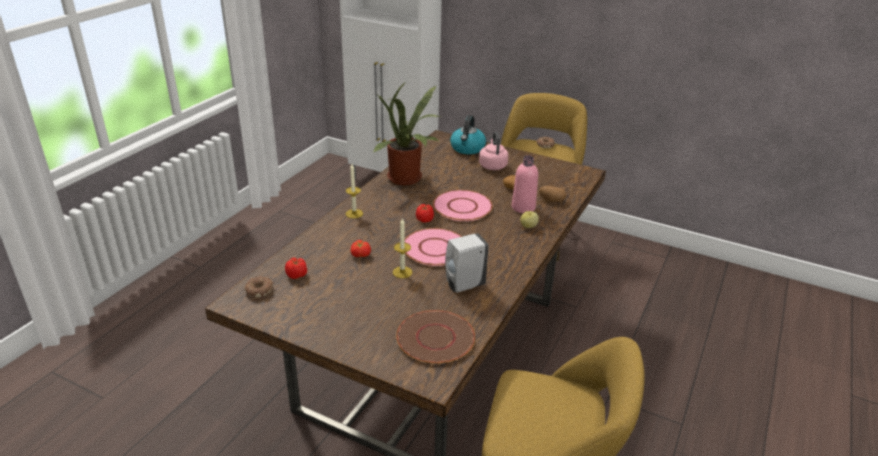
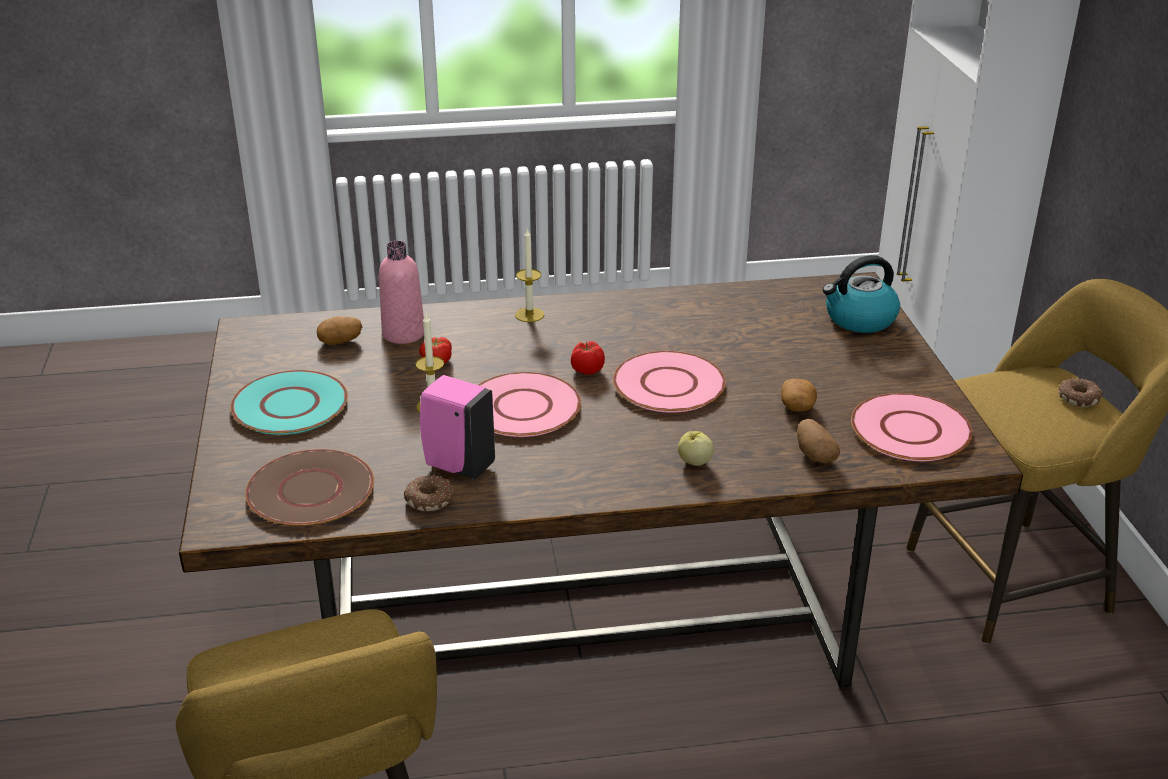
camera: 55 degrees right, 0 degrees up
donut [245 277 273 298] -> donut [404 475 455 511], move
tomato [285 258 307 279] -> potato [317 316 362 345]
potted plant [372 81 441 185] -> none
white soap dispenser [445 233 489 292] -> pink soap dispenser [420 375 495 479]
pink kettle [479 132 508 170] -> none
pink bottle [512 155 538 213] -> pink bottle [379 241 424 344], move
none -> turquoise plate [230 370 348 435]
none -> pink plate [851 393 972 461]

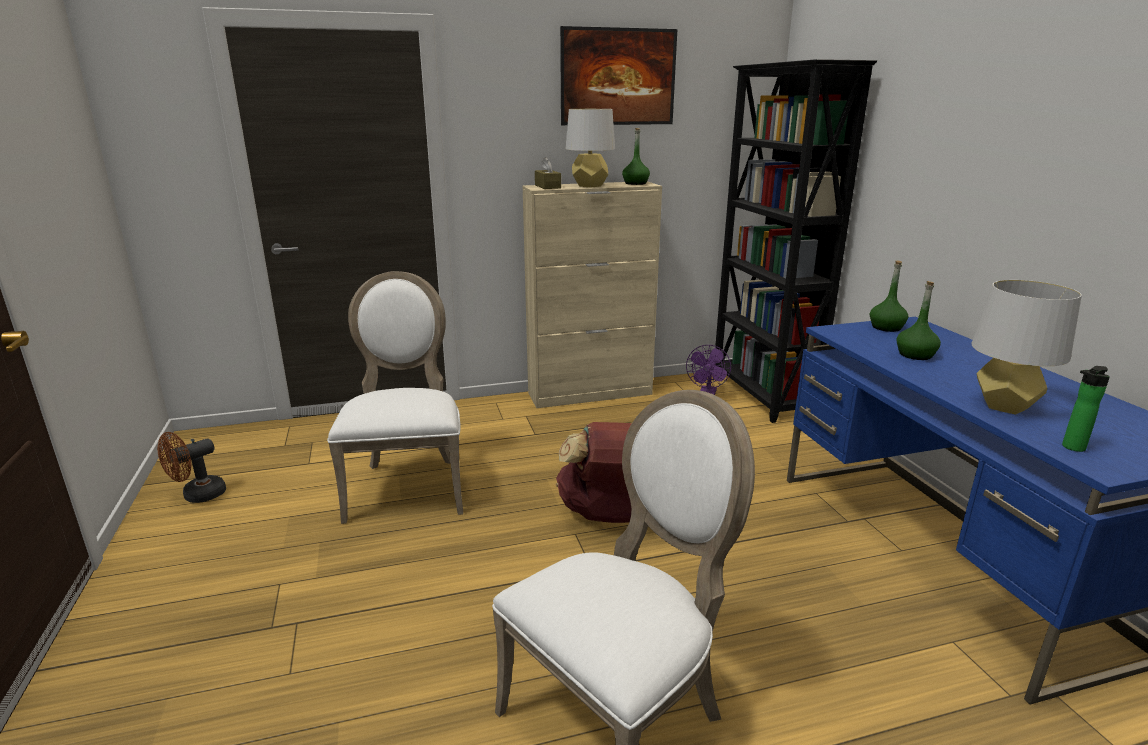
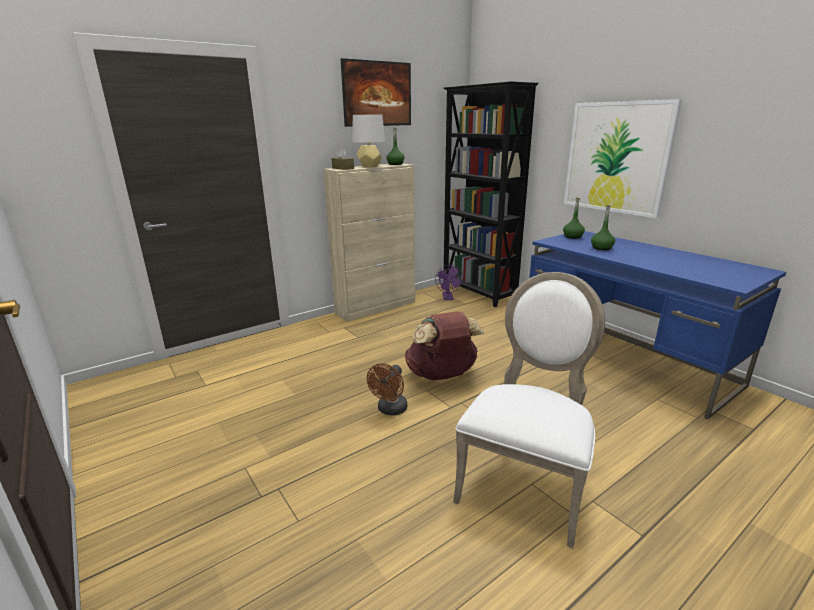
camera: 20 degrees left, 0 degrees up
brown fan [157 432 226 503] -> brown fan [367 363 407 416], move
white chair [327 271 463 524] -> none
grey table lamp [972 280 1082 415] -> none
bottle [1062 366 1110 452] -> none
none -> picture [564 99 682 218]

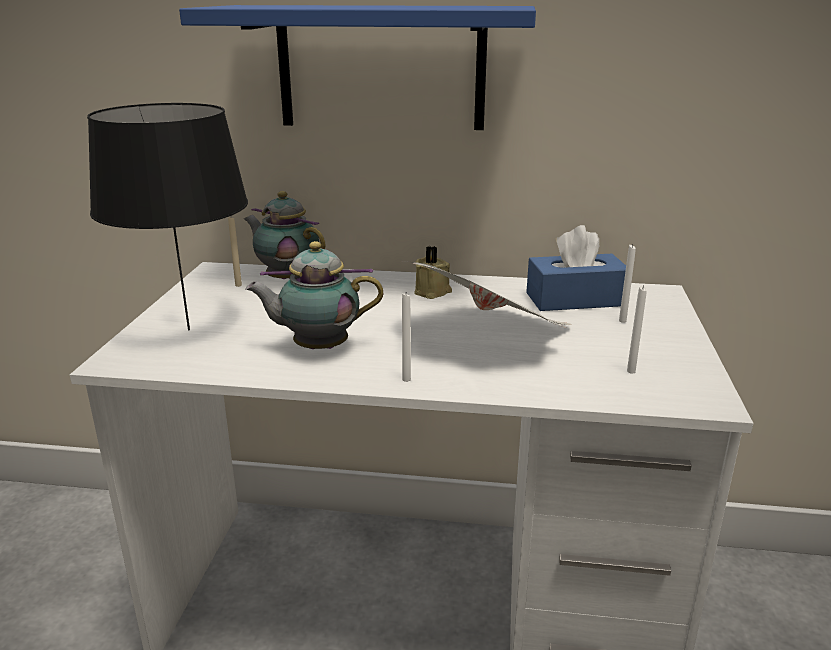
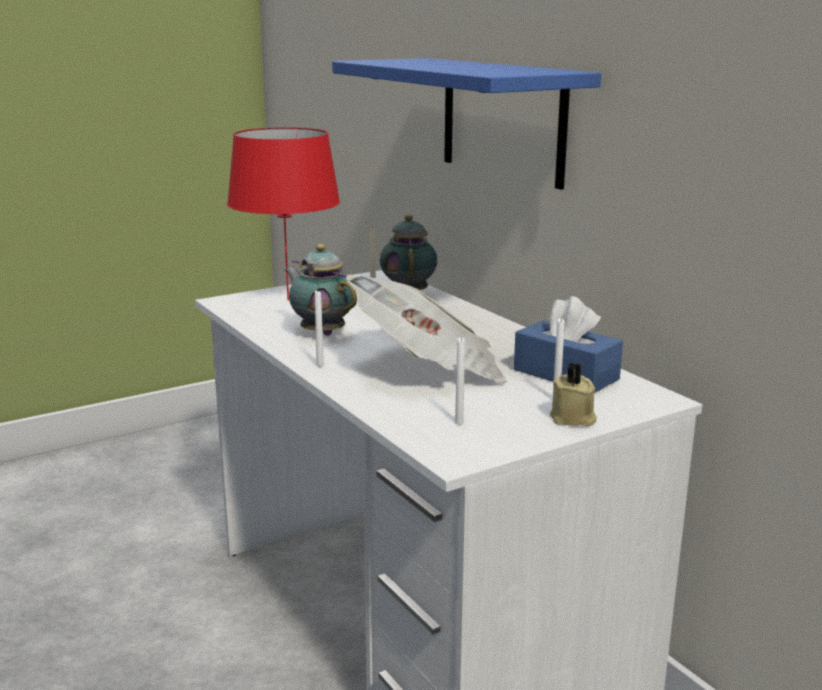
camera: 50 degrees right, 5 degrees down
black table lamp [87 103 248 331] -> red table lamp [227 127 340 300]
beige candle [414 246 452 299] -> beige candle [550 363 597 426], move

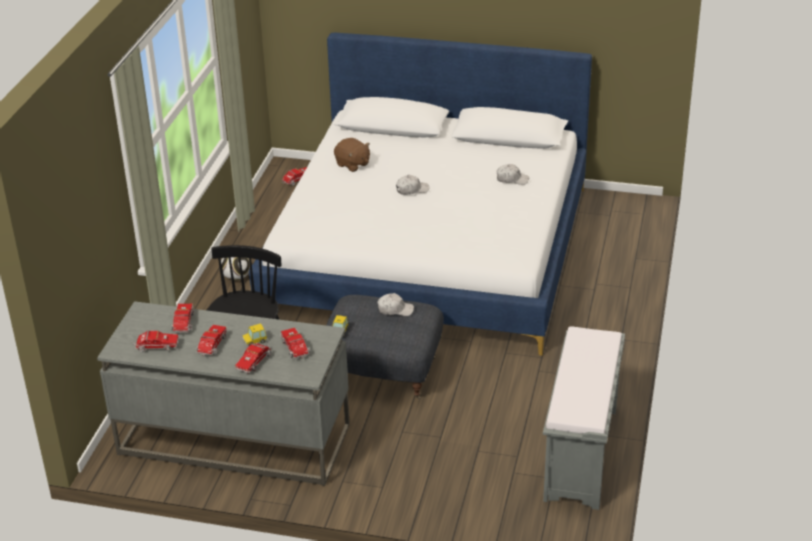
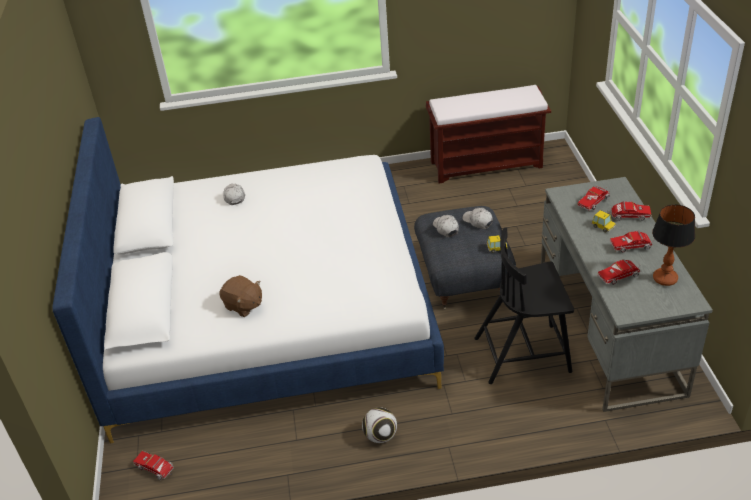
camera: 110 degrees left, 5 degrees up
toy truck [132 330 178 352] -> table lamp [652 204 695 286]
brown plush toy [334 138 370 172] -> brown plush toy [219 275 262 317], 105 degrees clockwise
white cap [396 175 429 195] -> white cap [462 208 493 229], move
grey bench [543 326 625 510] -> brown bench [426 85 551 184]

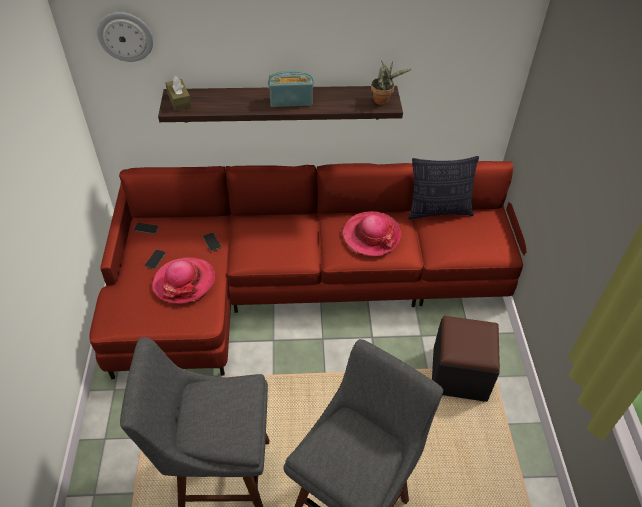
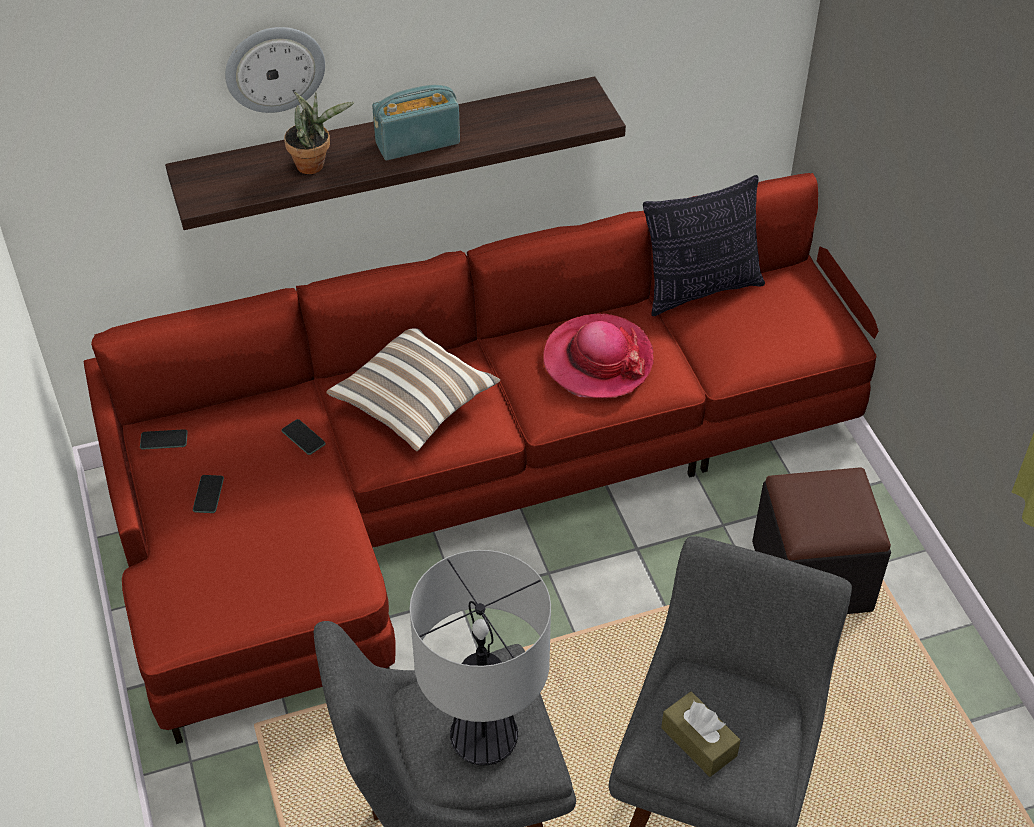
camera: 15 degrees left, 0 degrees up
wall clock [97 12 153 62] -> wall clock [225 27 325 113], move
hat [152 257 215 303] -> none
brown tissue box [166 76 192 111] -> brown tissue box [661 691 740 777], move
potted plant [371 60 411 105] -> potted plant [284 92 355 174], move
none -> pillow [326 328 500 451]
none -> table lamp [409 550 551 765]

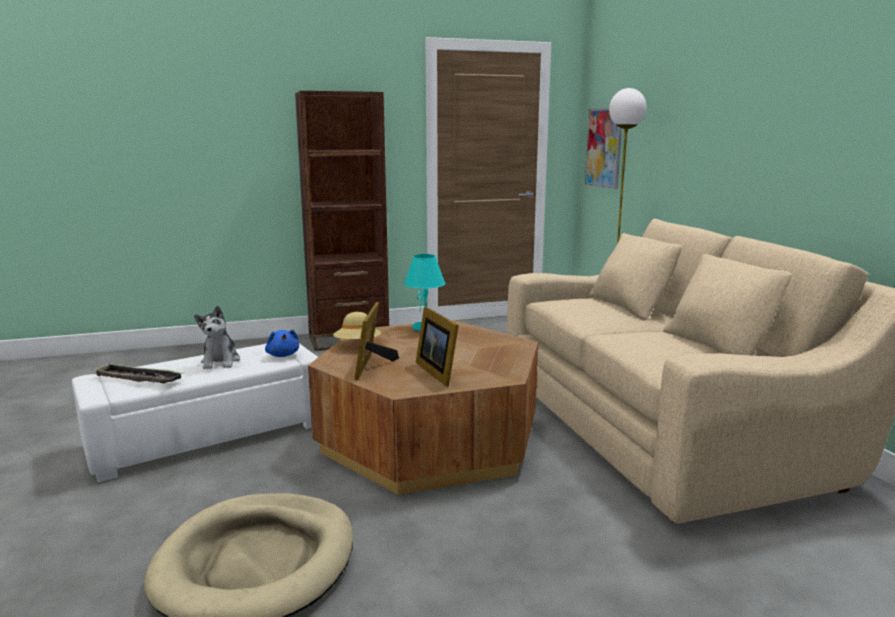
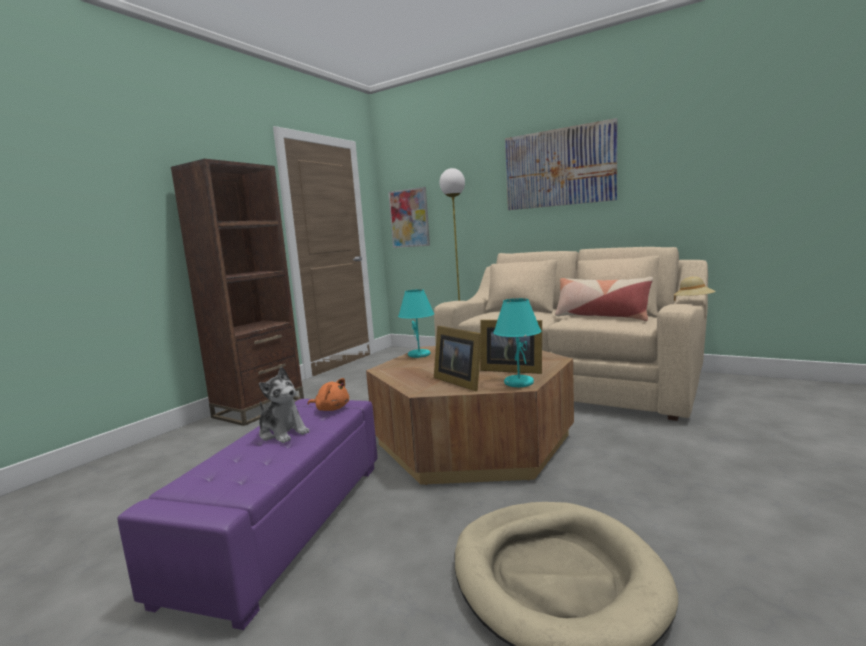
camera: 40 degrees left, 5 degrees down
white ottoman [72 343 318 482] -> purple ottoman [117 399 378 630]
tray [92 363 184 383] -> none
blue plush toy [265 330 299 357] -> orange plush toy [308 378 349 411]
beige hat [333 312 381 339] -> beige hat [674 276 716 301], move
none -> turquoise table lamp [493 298 541 387]
none -> picture [505 118 617 210]
none -> pillow [555 277 653 321]

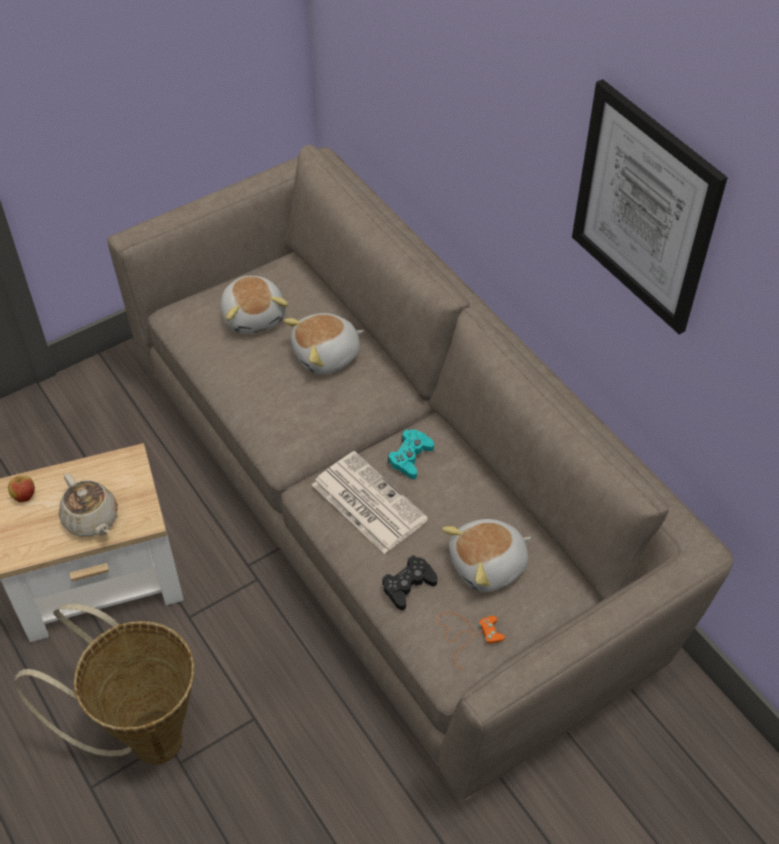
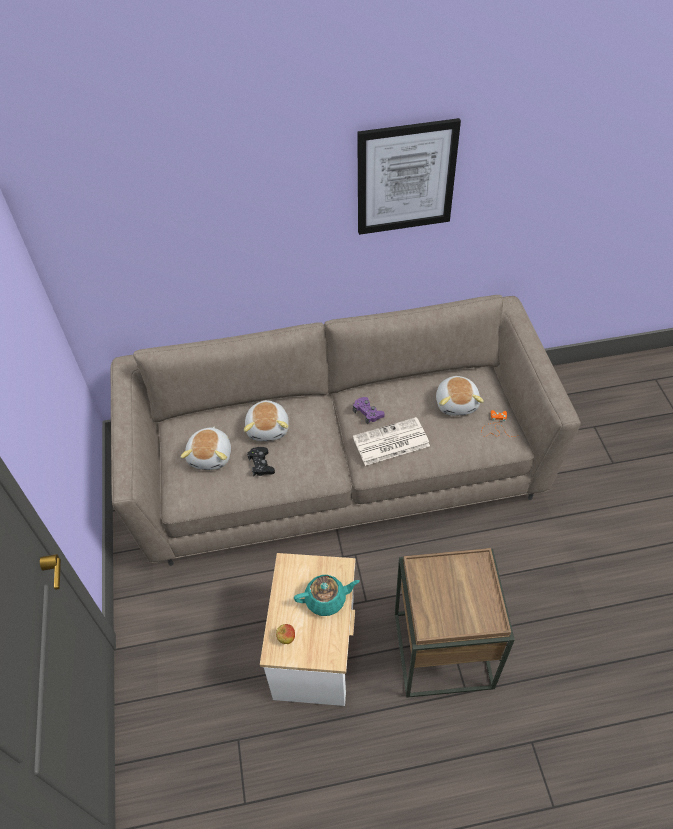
camera: 65 degrees left, 0 degrees up
basket [15 604 194 765] -> brown side table [395 548 515 698]
beige teapot [58 473 118 537] -> turquoise teapot [294 575 360 616]
plush toy [220 276 289 334] -> plush toy [180 427 231 470], 90 degrees clockwise
black game controller [382 555 438 610] -> black game controller [247 447 275 476], move
turquoise game controller [388 430 434 479] -> purple game controller [353 397 385 424]

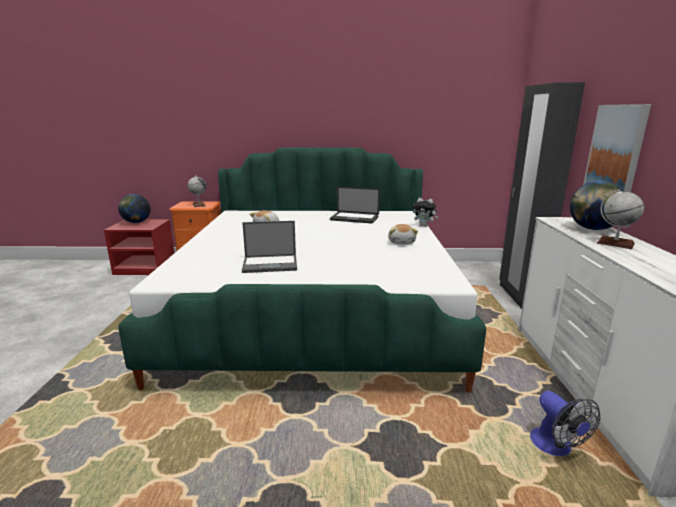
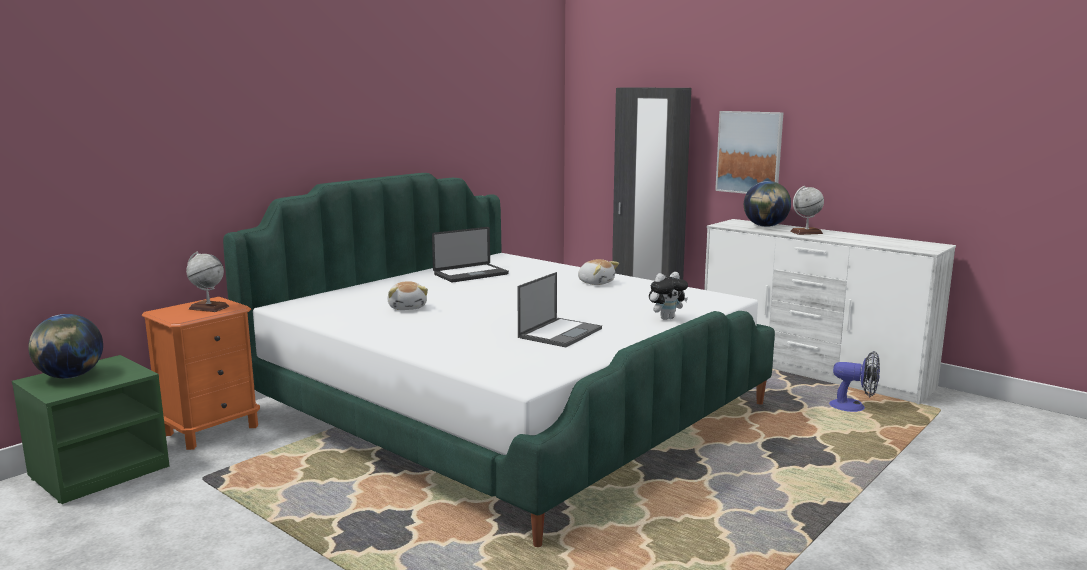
camera: 50 degrees left, 5 degrees down
red nightstand [104 219 174 275] -> green nightstand [12 355 170 504]
plush toy [413 198 439 226] -> plush toy [649 272 688 320], move

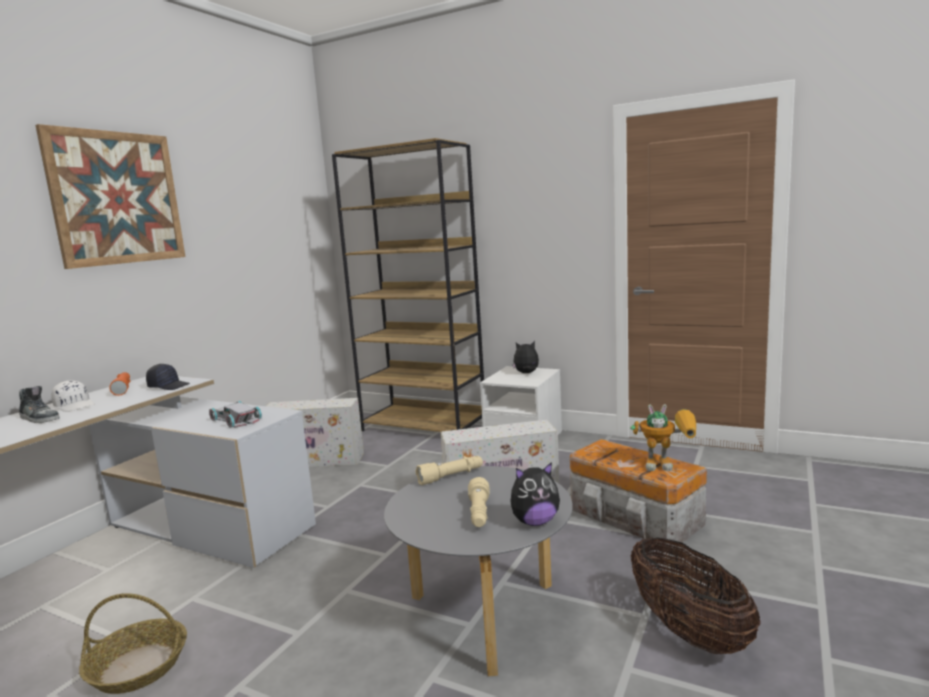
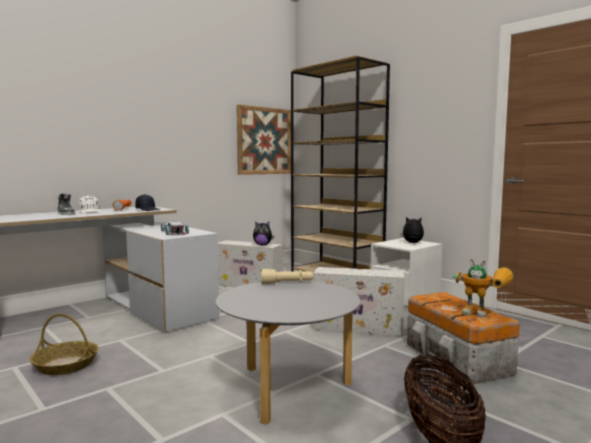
camera: 20 degrees right, 5 degrees down
picture [35 124 185 269] -> picture [237 105 291 175], move
beige flashlight [468 477 489 527] -> none
plush toy [510 462 560 526] -> plush toy [253 221 274 245], move

